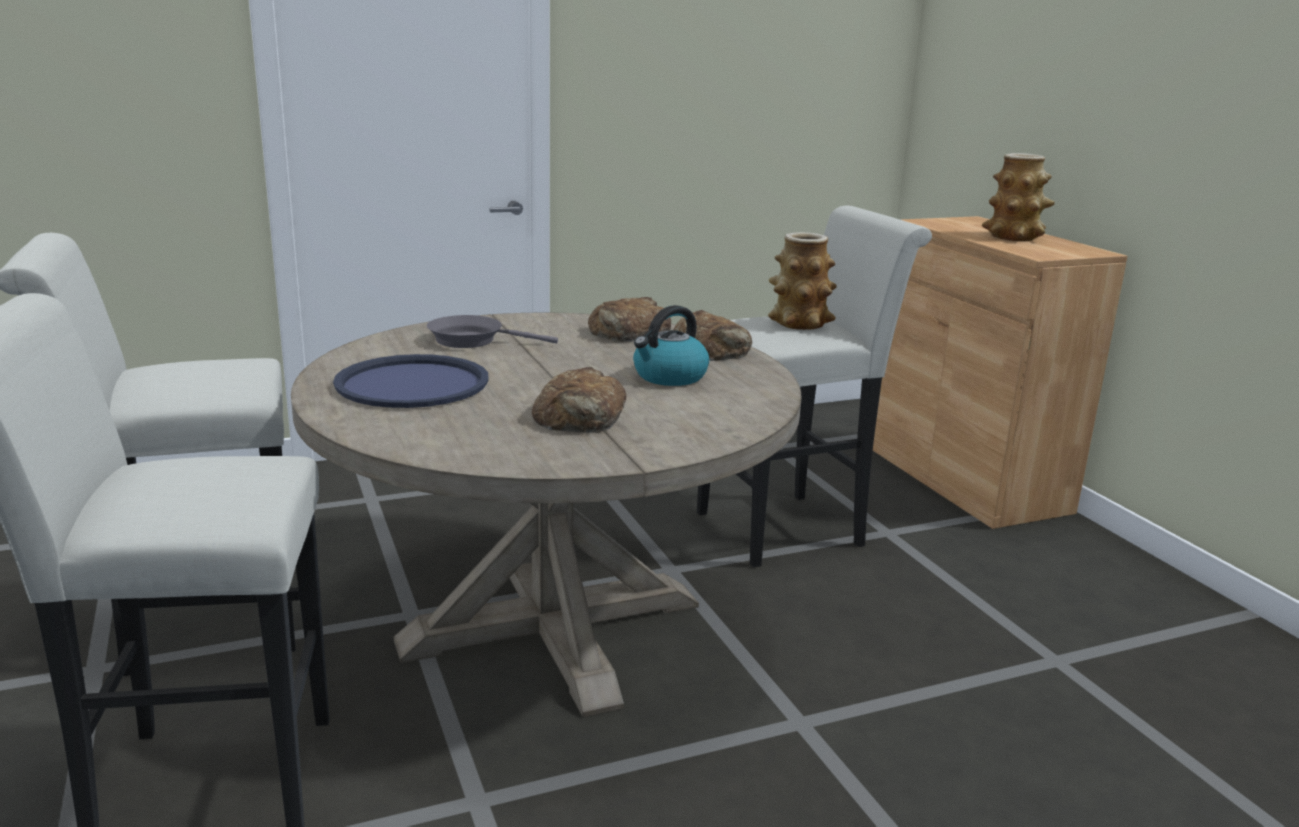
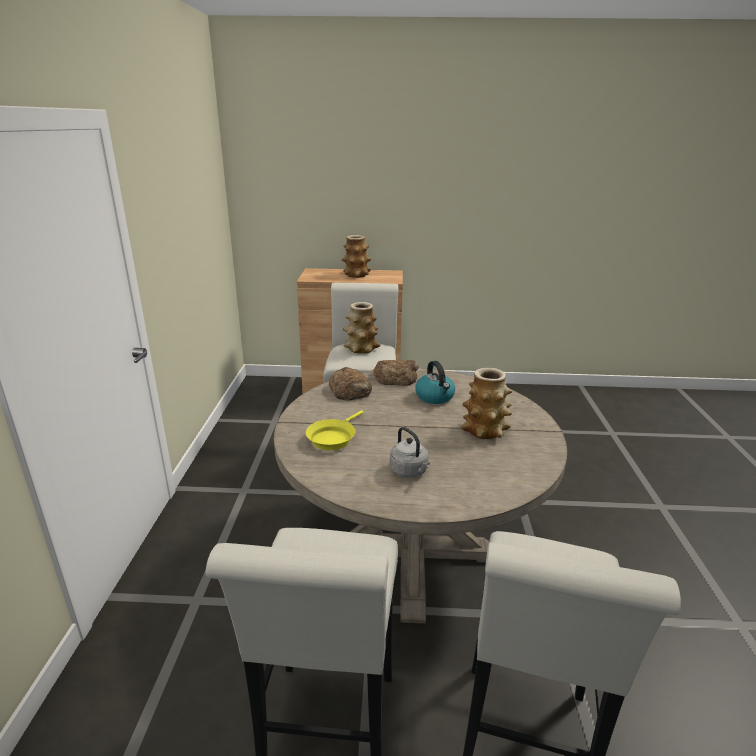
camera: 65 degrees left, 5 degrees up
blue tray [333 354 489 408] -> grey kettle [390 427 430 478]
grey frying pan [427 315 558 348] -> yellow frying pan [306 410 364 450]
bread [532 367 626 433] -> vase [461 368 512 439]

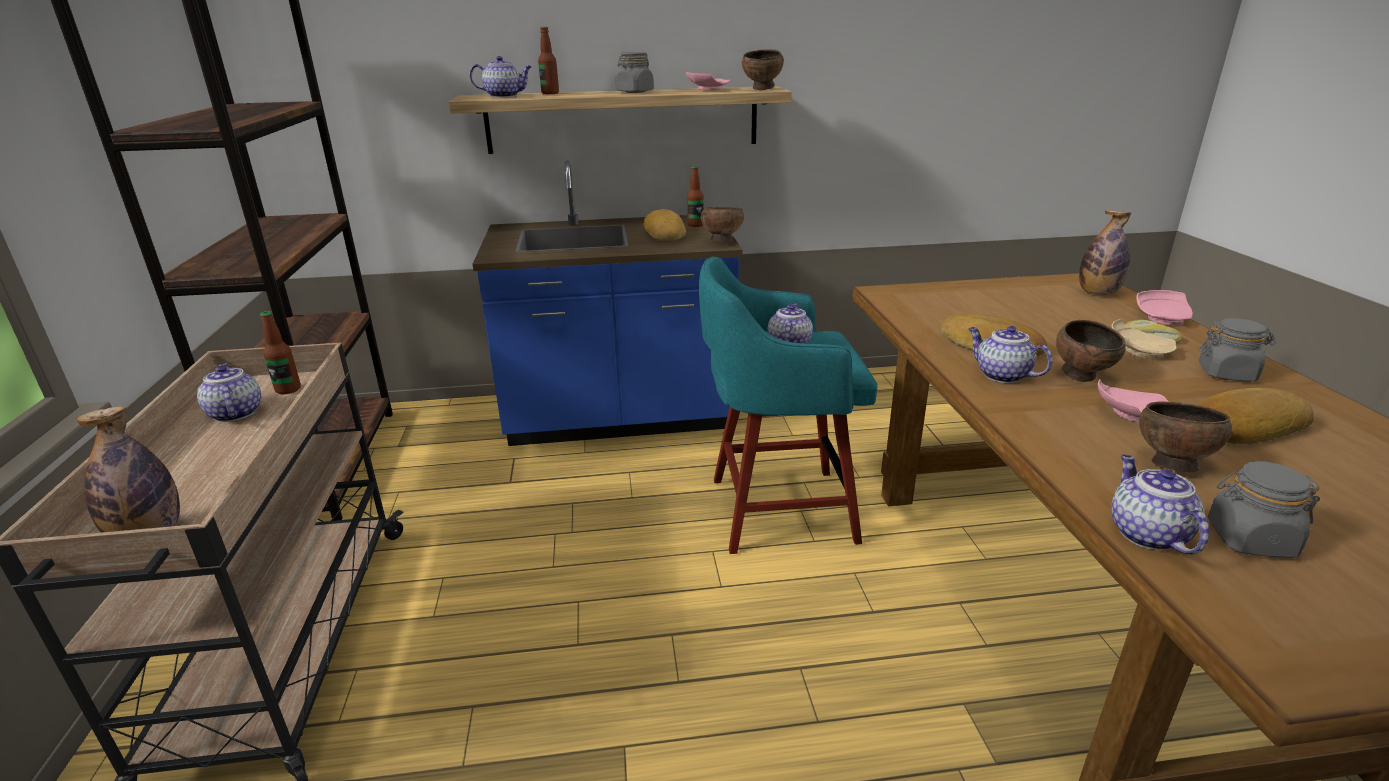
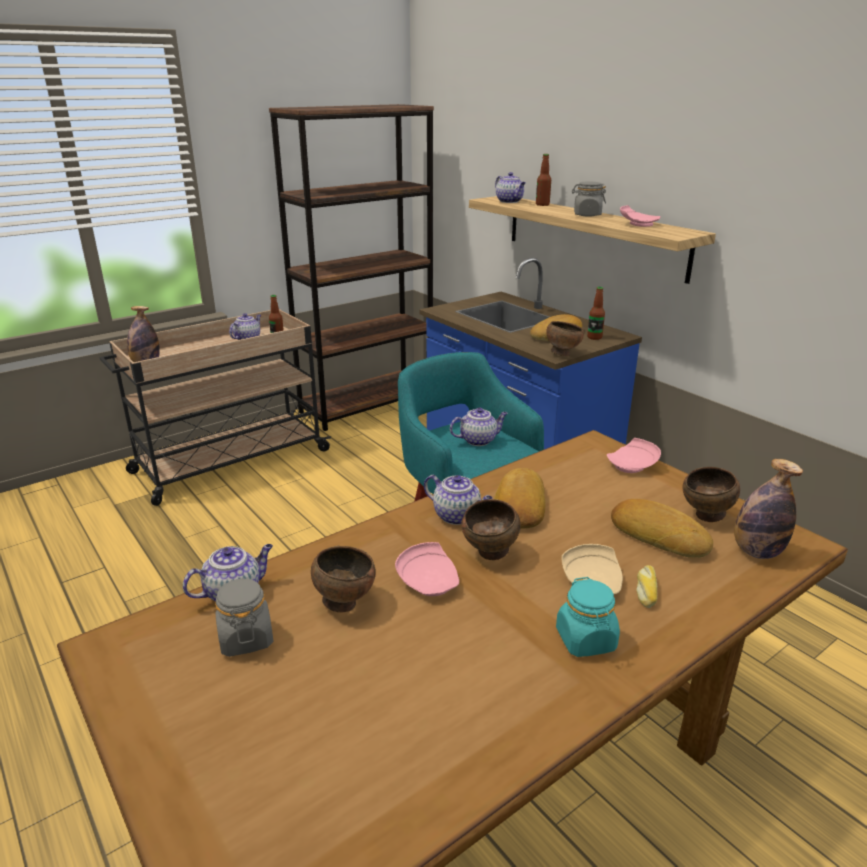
camera: 60 degrees right, 0 degrees up
brown bowl [742 49 784 90] -> brown bowl [682 467 740 522], move
teapot [968 326 1053 383] -> teapot [424 475 493 525], 105 degrees clockwise
pink plate [1136 290 1193 325] -> pink plate [607 438 661 473], move
bread [1197 388 1315 444] -> bread [611 499 713 558], move
grey jar [1199 318 1276 382] -> turquoise jar [556 577 620 657]

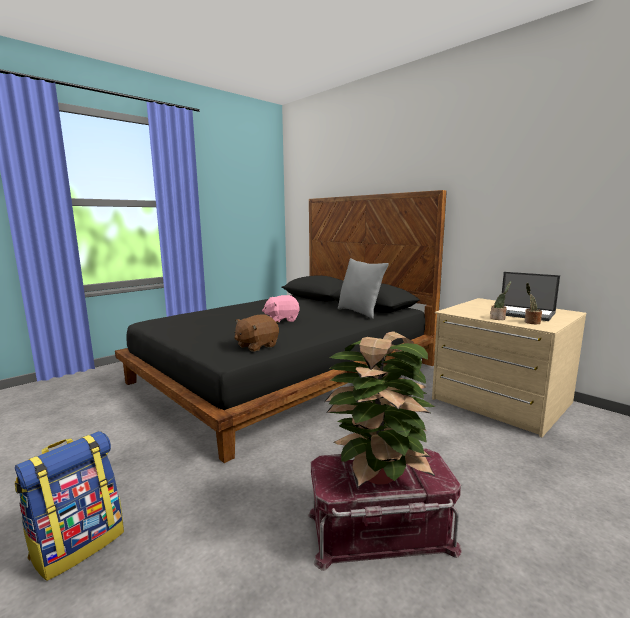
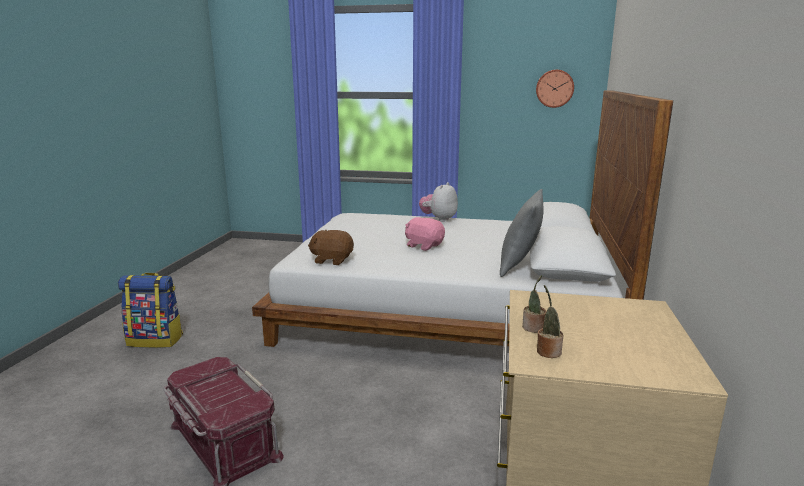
camera: 55 degrees right, 5 degrees up
black bed [115 190 447 463] -> white bed [252 90 673 347]
potted plant [324 331 436 488] -> none
laptop [490 272 560 321] -> none
none -> plush toy [419 182 458 222]
none -> wall clock [536 70 574 108]

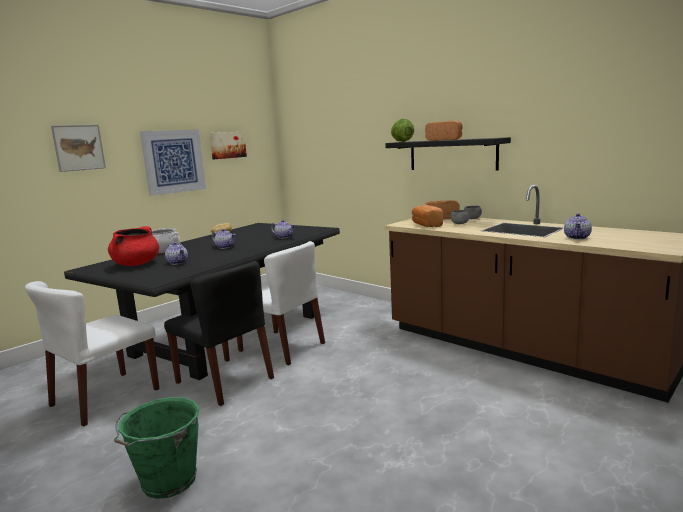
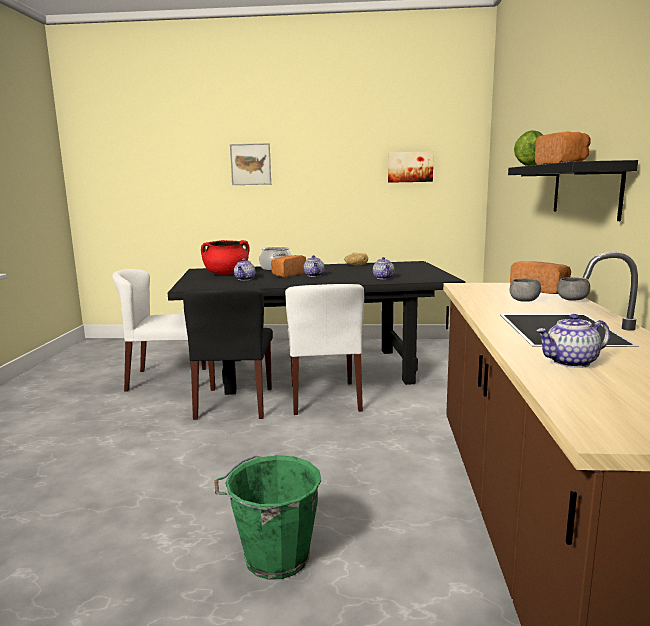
camera: 50 degrees right, 0 degrees up
green bucket [114 397 199 499] -> green bucket [214 455 321 580], move
picture [140 129 206 196] -> none
bread [412 205 443 227] -> bread [271 255 306 277], move

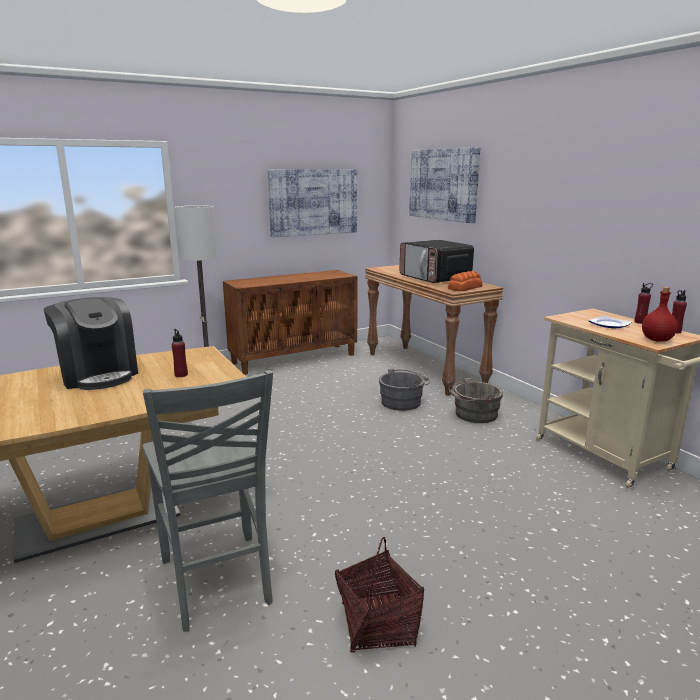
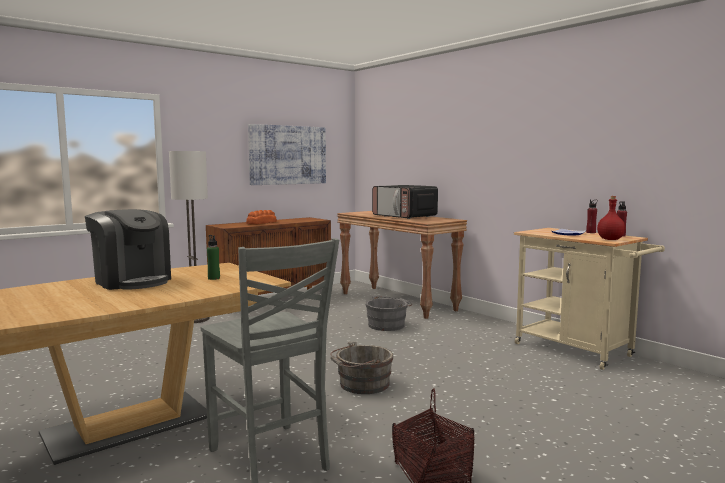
camera: 10 degrees left, 10 degrees down
red bottle [172 329 188 377] -> green bottle [207 235 220 280]
picture [409 147 480 223] -> none
bread [448 271 482 291] -> bread [246 210 277 225], move
grey bucket [449 378 503 423] -> grey bucket [330 341 393 394], move

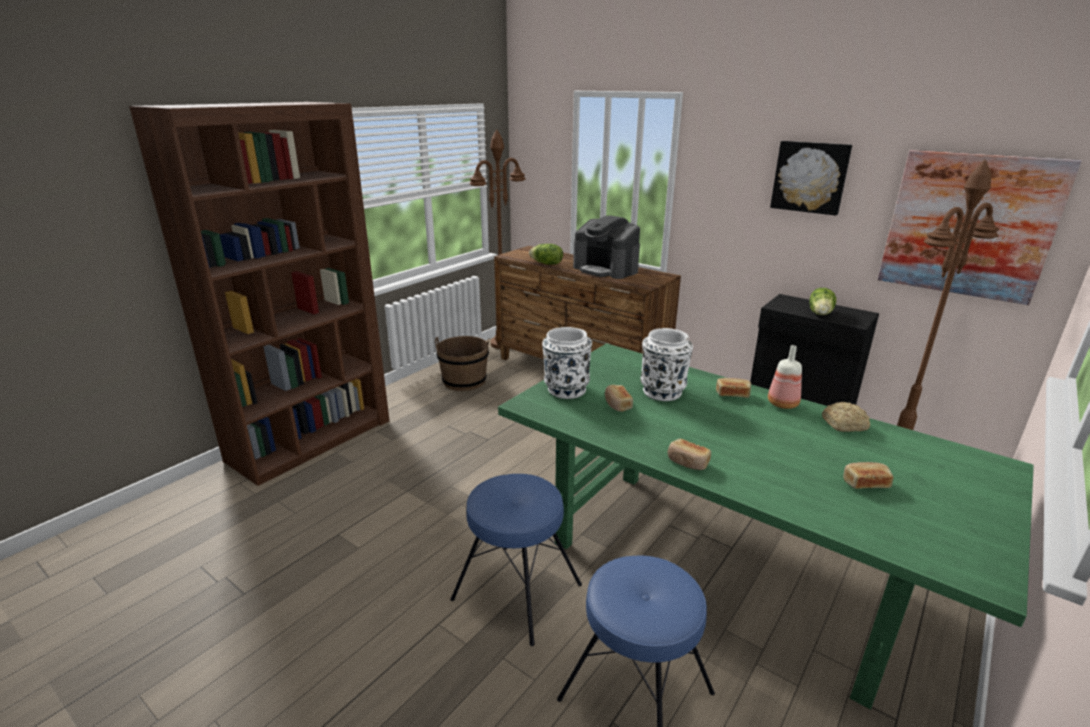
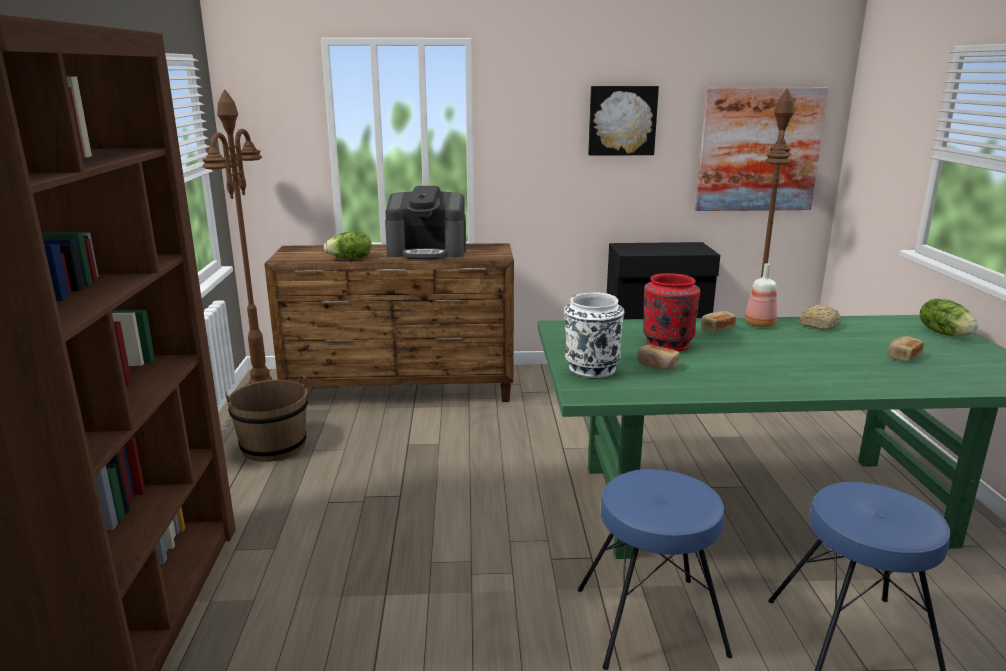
camera: 40 degrees left, 5 degrees down
white vase [640 328 693 401] -> red vase [643 273 701 351]
bread [668 439 711 470] -> none
lettuce [809 288 836 315] -> lettuce [920 299 978 336], move

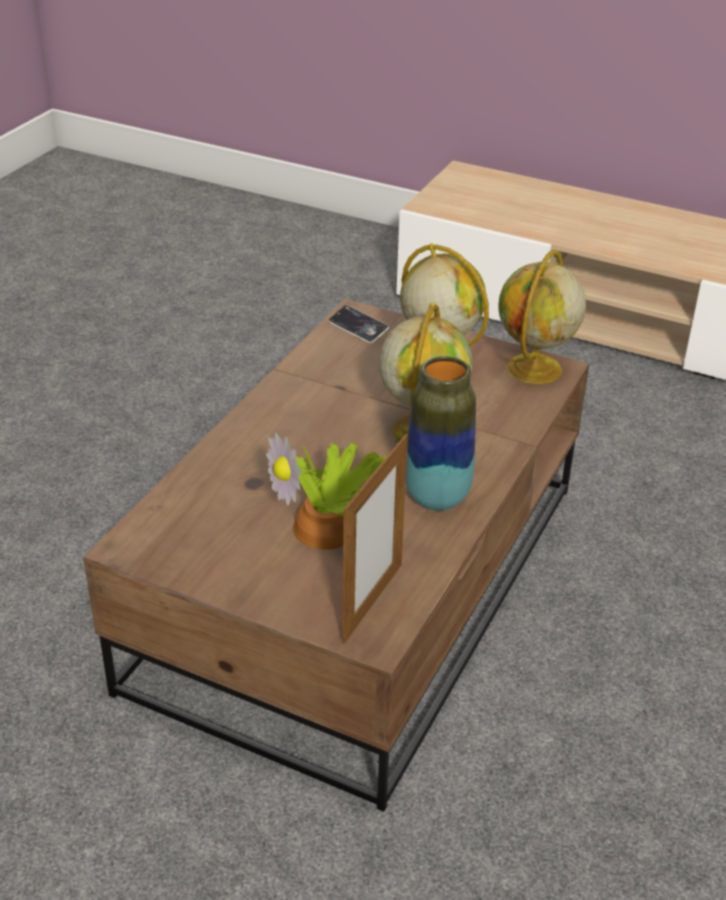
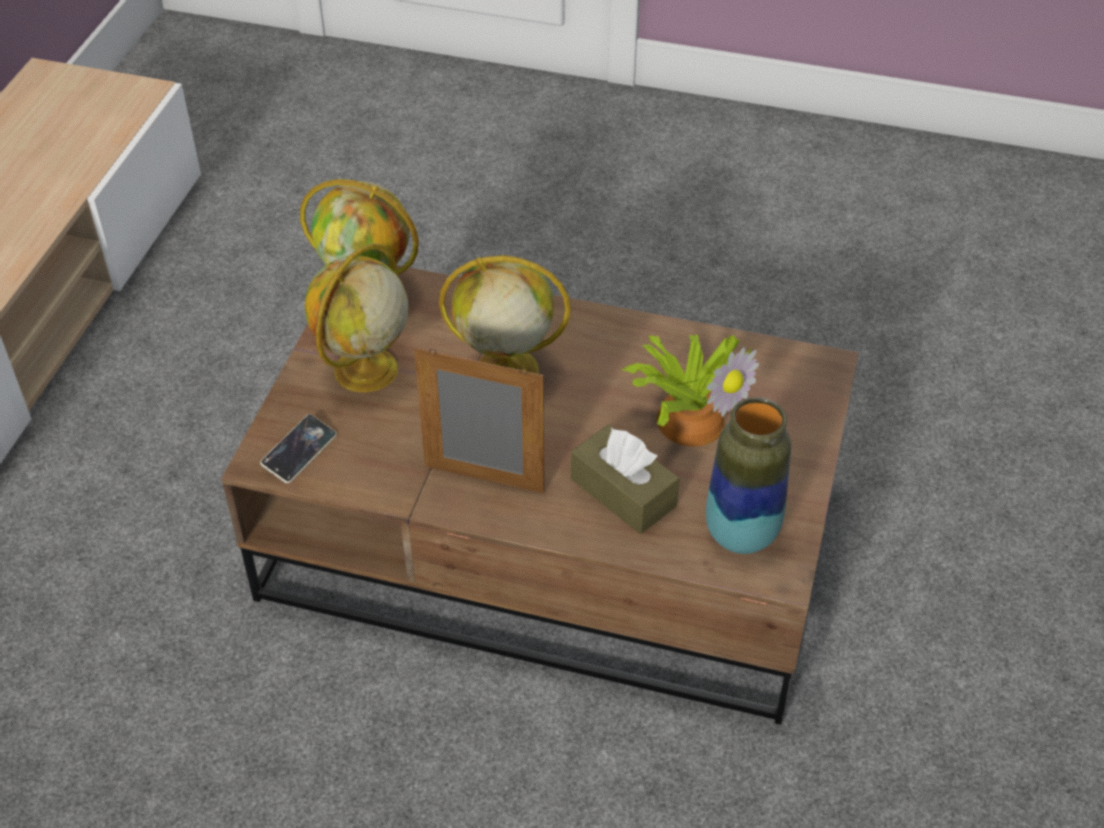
camera: 100 degrees left, 10 degrees up
picture frame [342 434 408 644] -> picture frame [414 348 544 493], move
vase [406 356 476 510] -> vase [706 397 791 554], move
none -> brown tissue box [571 425 680 534]

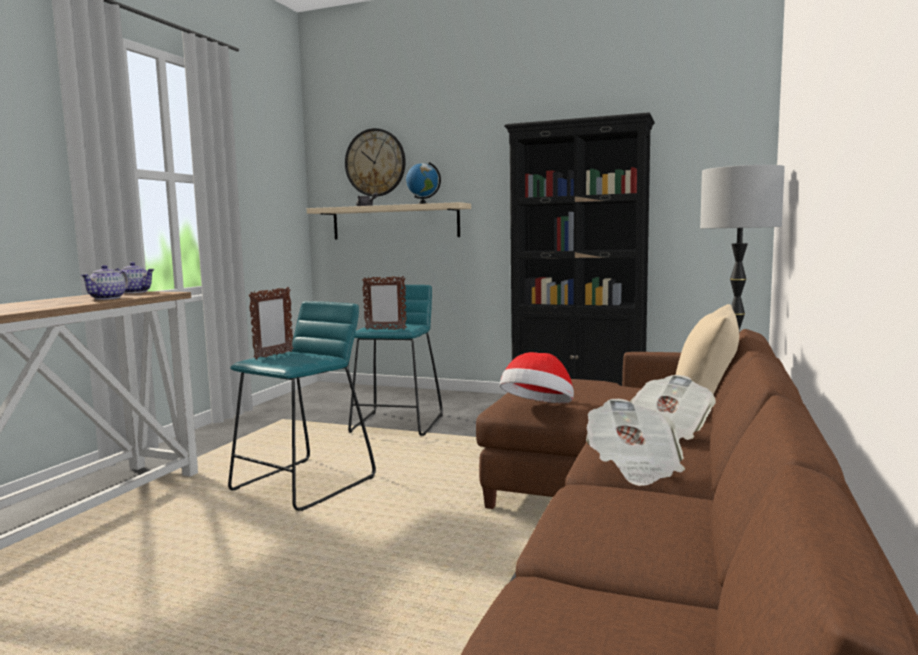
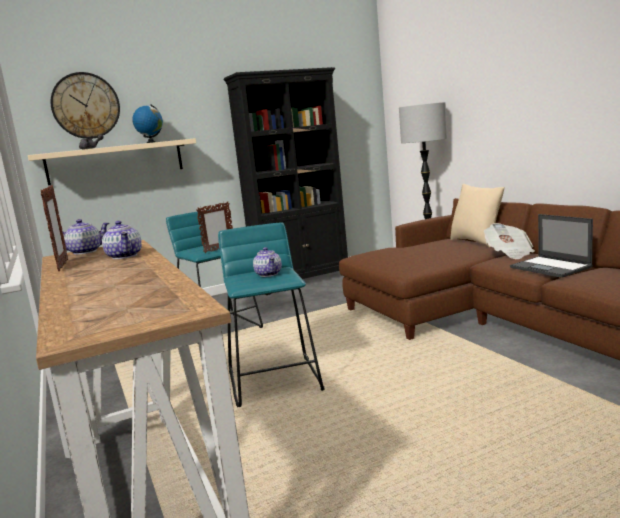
camera: 45 degrees left, 5 degrees up
picture frame [249 287 294 359] -> picture frame [41 185 68 271], move
hat [500 352 574 403] -> none
newspaper [586 399 685 486] -> laptop [510 214 593 278]
none -> teapot [253 247 282 277]

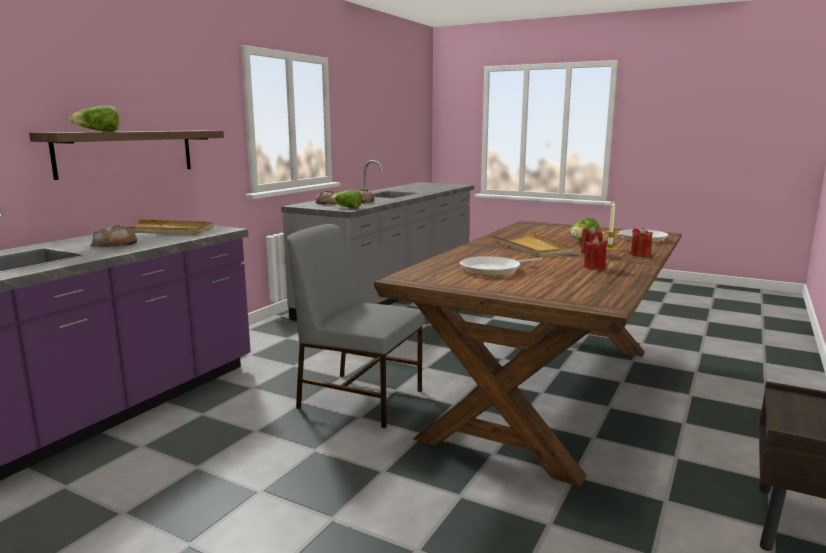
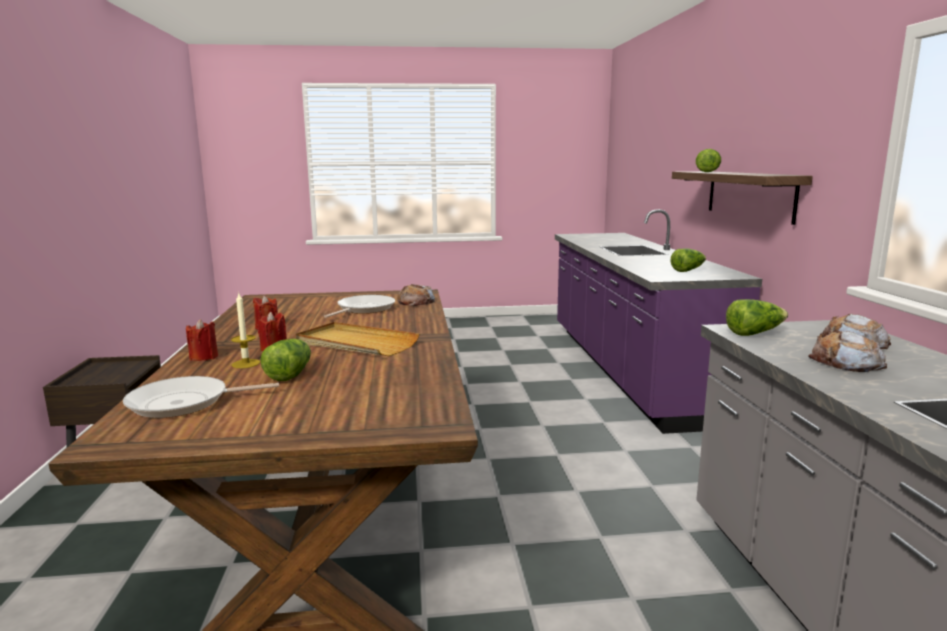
camera: 145 degrees right, 0 degrees up
bread [91 224 137 247] -> bread [397 284 435 306], move
beige tray [126 220 213 235] -> lettuce [670 249 706 272]
grey chair [287 224 425 428] -> none

